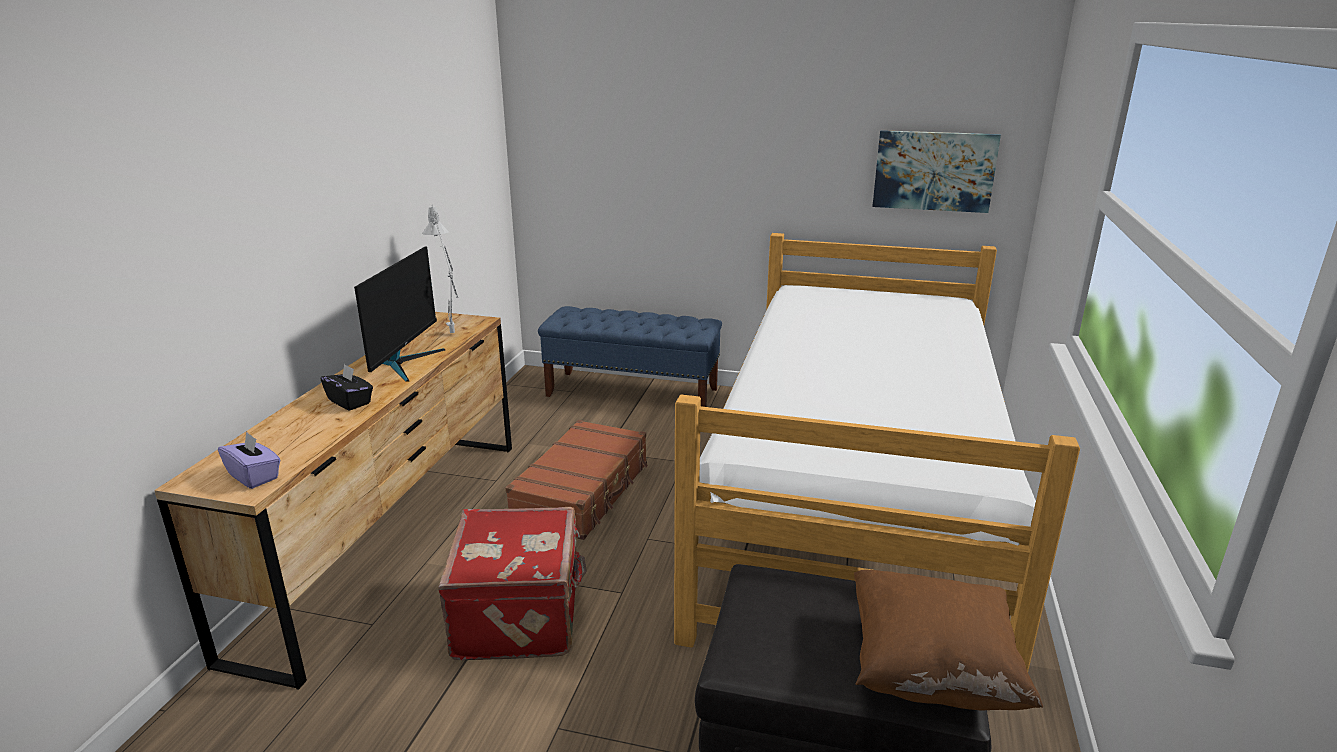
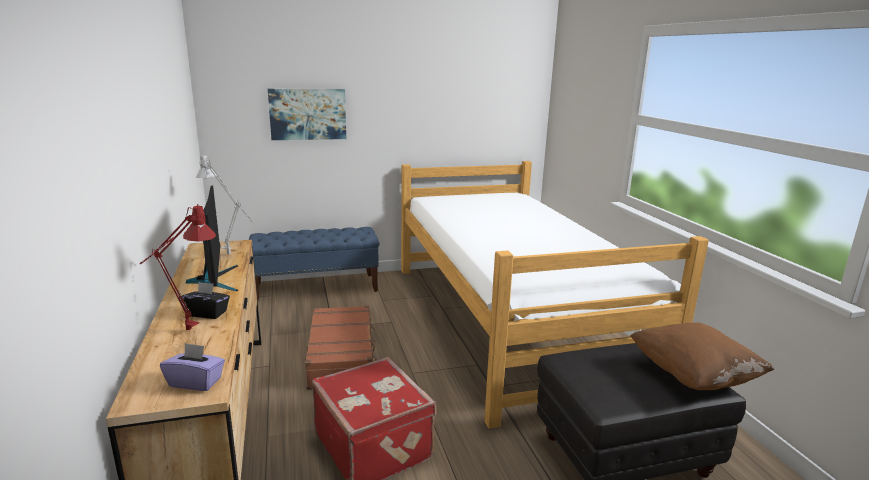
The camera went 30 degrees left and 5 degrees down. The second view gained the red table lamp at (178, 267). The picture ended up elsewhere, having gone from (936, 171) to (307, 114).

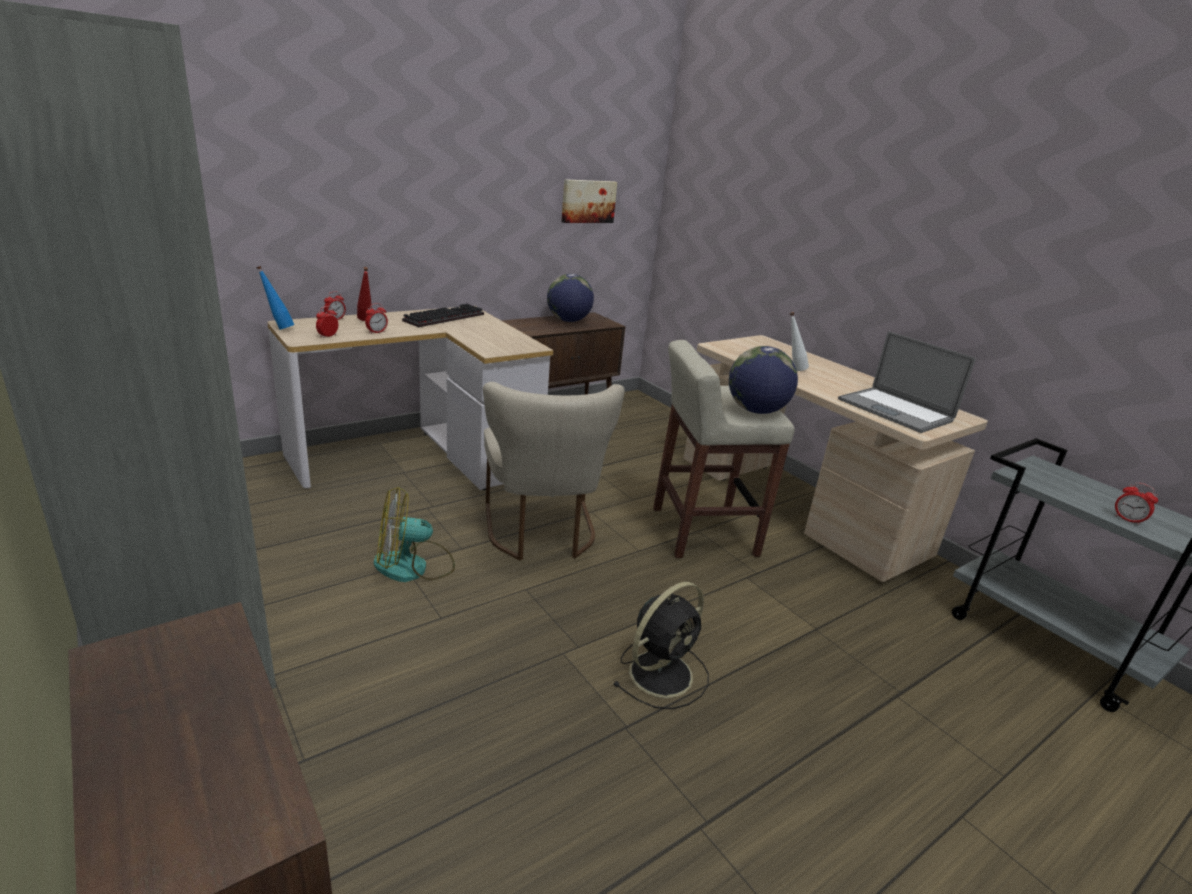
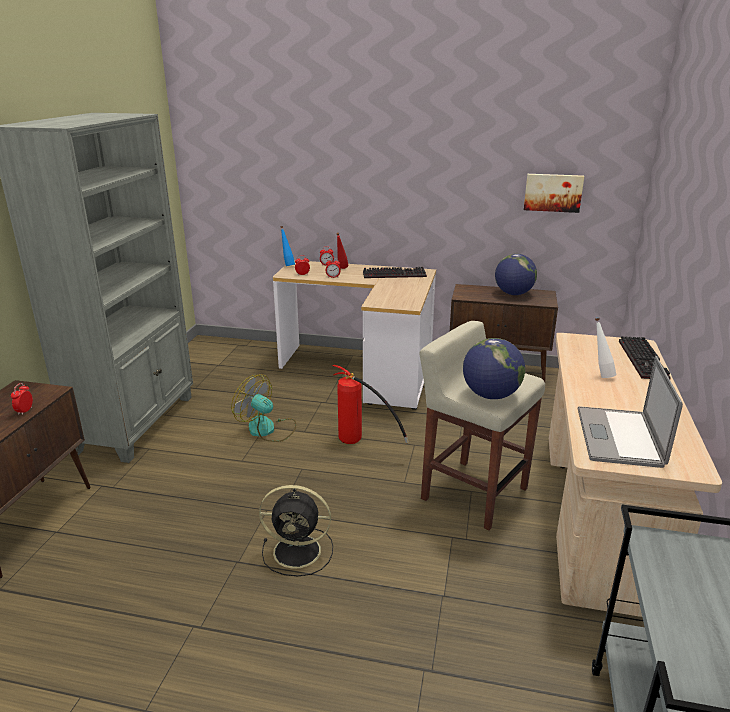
The camera went 50 degrees right and 0 degrees up. The alarm clock ended up elsewhere, having gone from (1136, 504) to (22, 399). Where the beige chair stood at (554, 471), the fire extinguisher came to stand at (371, 404). The second view gained the keyboard at (645, 357).

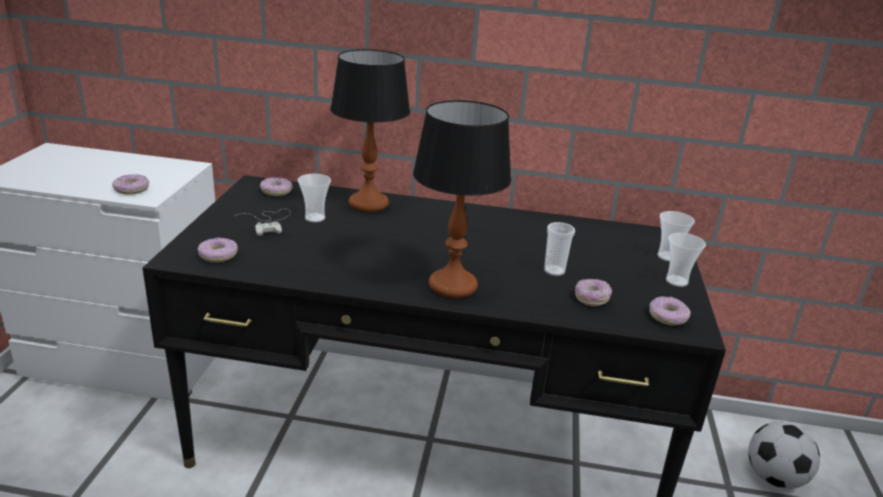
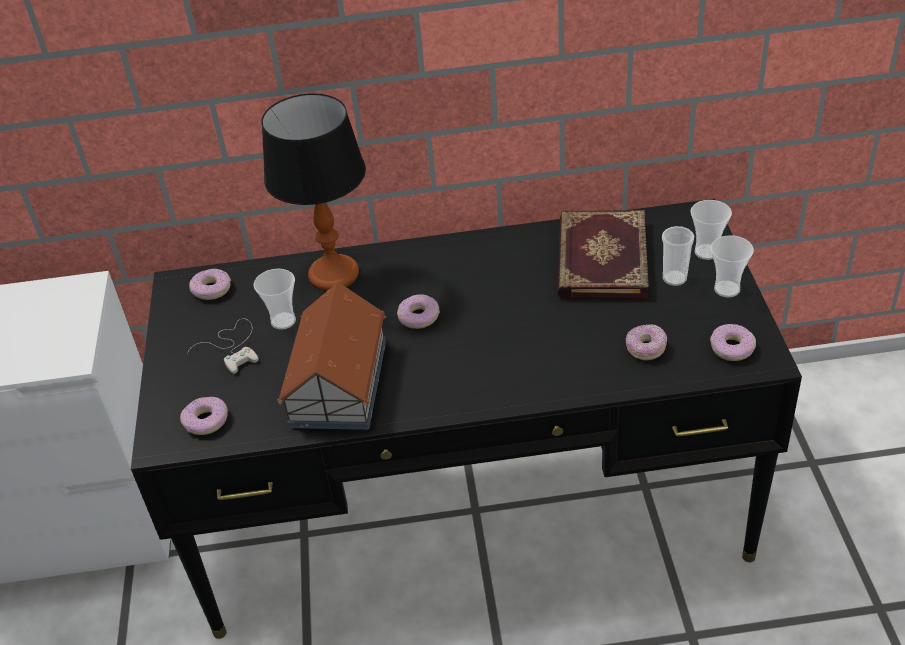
The camera went 10 degrees left and 15 degrees up. The second view gained the toy house at (331, 356). The donut ended up elsewhere, having gone from (130, 184) to (418, 311). The second view gained the book at (603, 254). The cup ended up elsewhere, having gone from (559, 249) to (678, 256). The second view lost the table lamp at (462, 199). The second view lost the football at (784, 455).

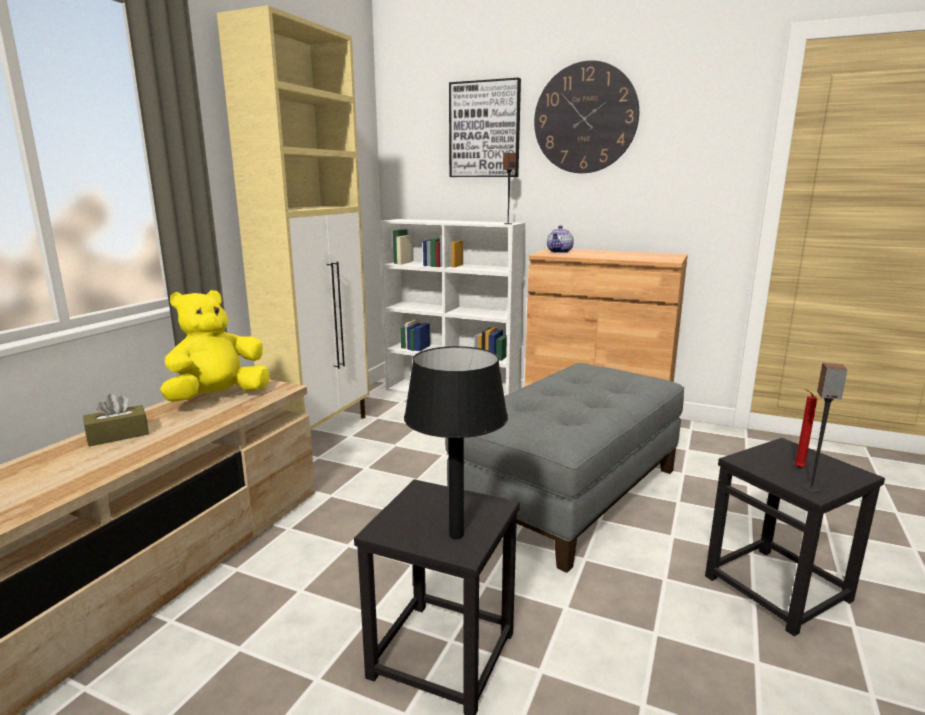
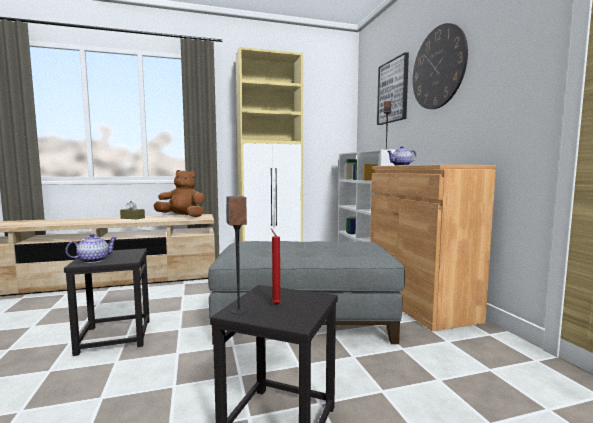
The camera went 50 degrees right and 10 degrees down. Where the black table lamp stood at (456, 443), the teapot came to stand at (91, 248). What was the yellow plush toy at (215, 346) turned into the brown plush toy at (179, 193).

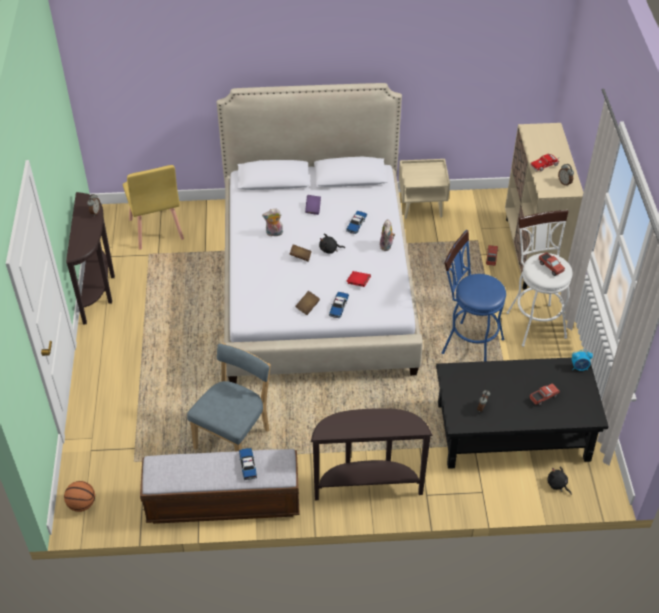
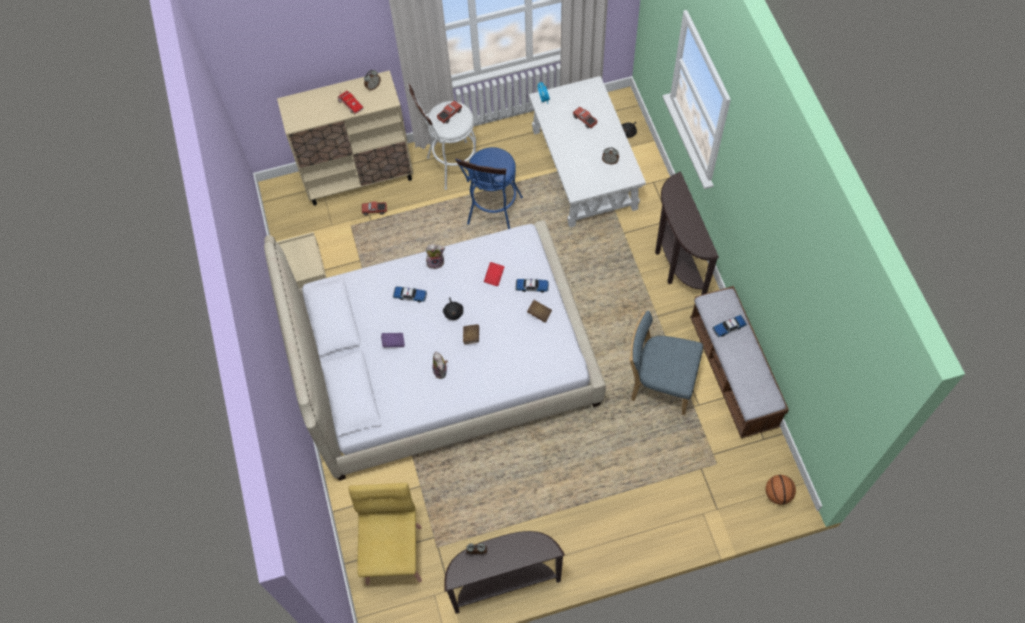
The camera went 100 degrees left and 15 degrees up. The yellow chair at (153, 207) ended up facing another way, 60 degrees counterclockwise from before. What was the black coffee table at (522, 413) turned into the white coffee table at (587, 151).

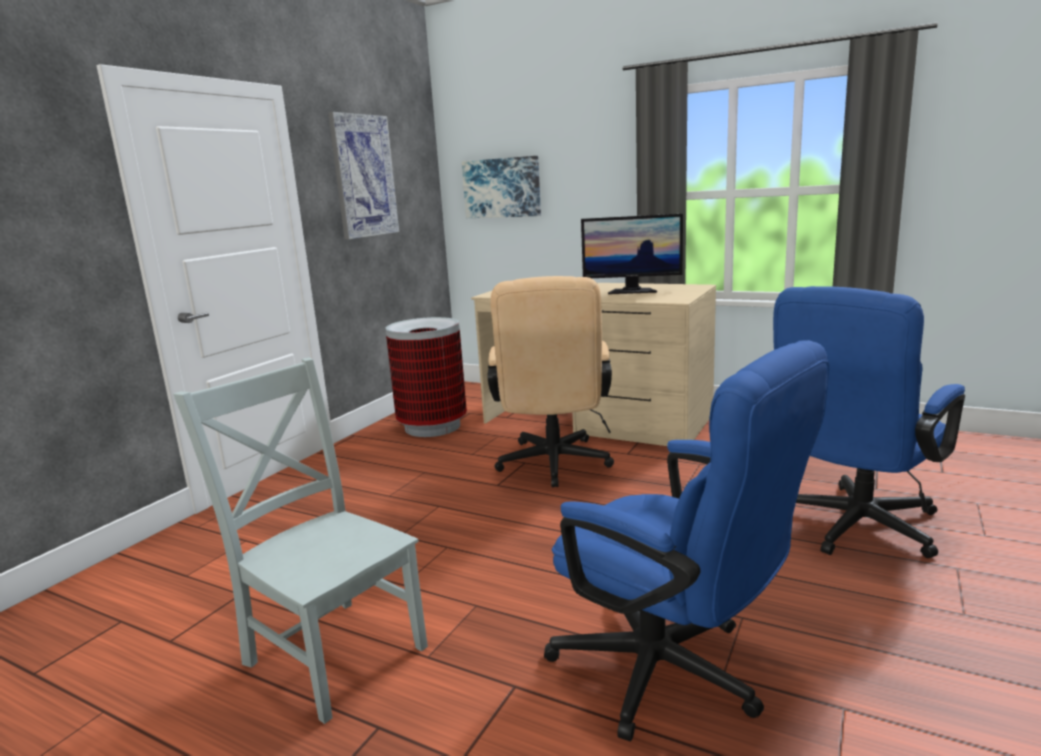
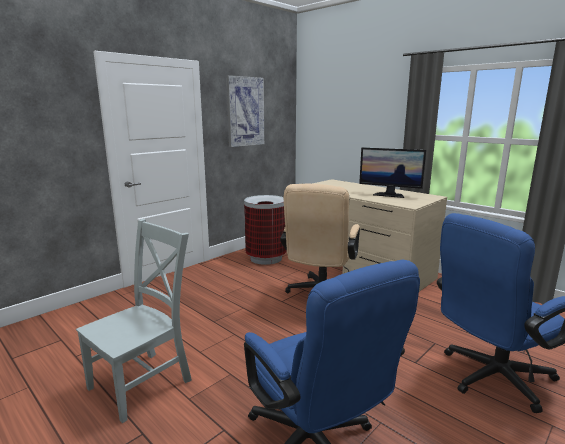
The camera went 15 degrees right and 0 degrees up. The grey chair at (300, 541) ended up facing another way, 75 degrees clockwise from before. The second view lost the picture at (501, 187).

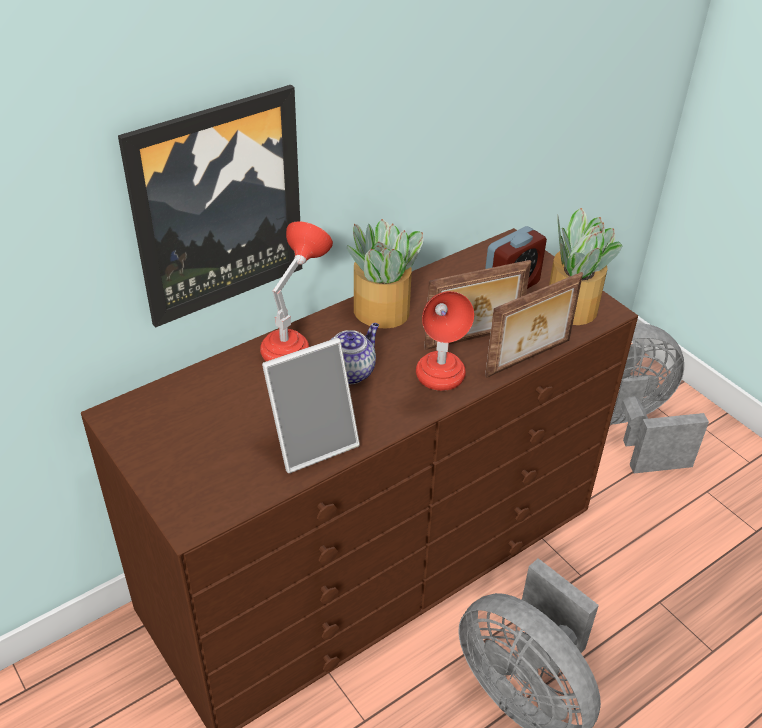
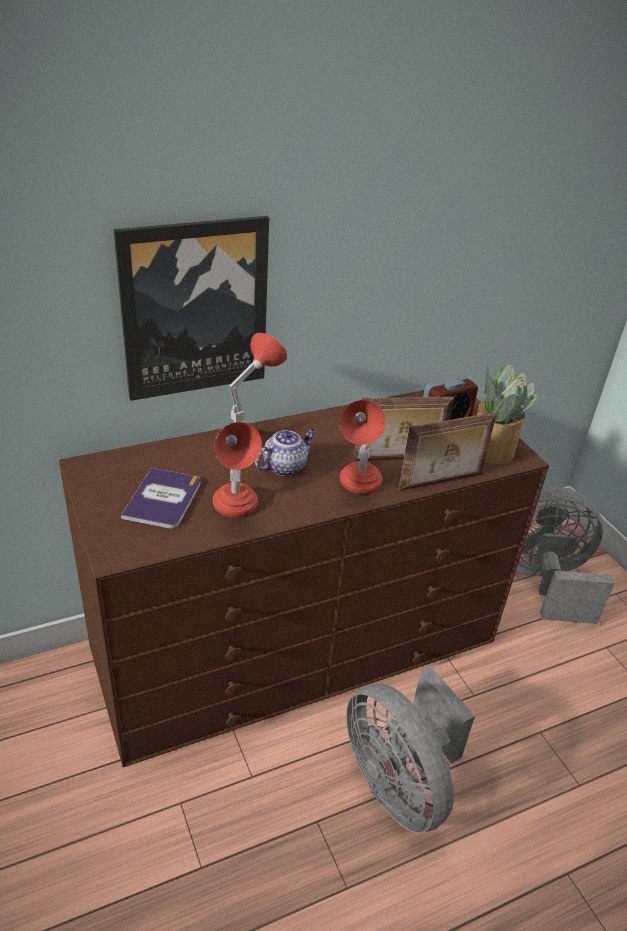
The camera went 10 degrees right and 5 degrees down. The second view gained the book at (161, 498). Where the picture frame stood at (311, 405), the red table lamp came to stand at (237, 470). The second view lost the potted plant at (385, 274).

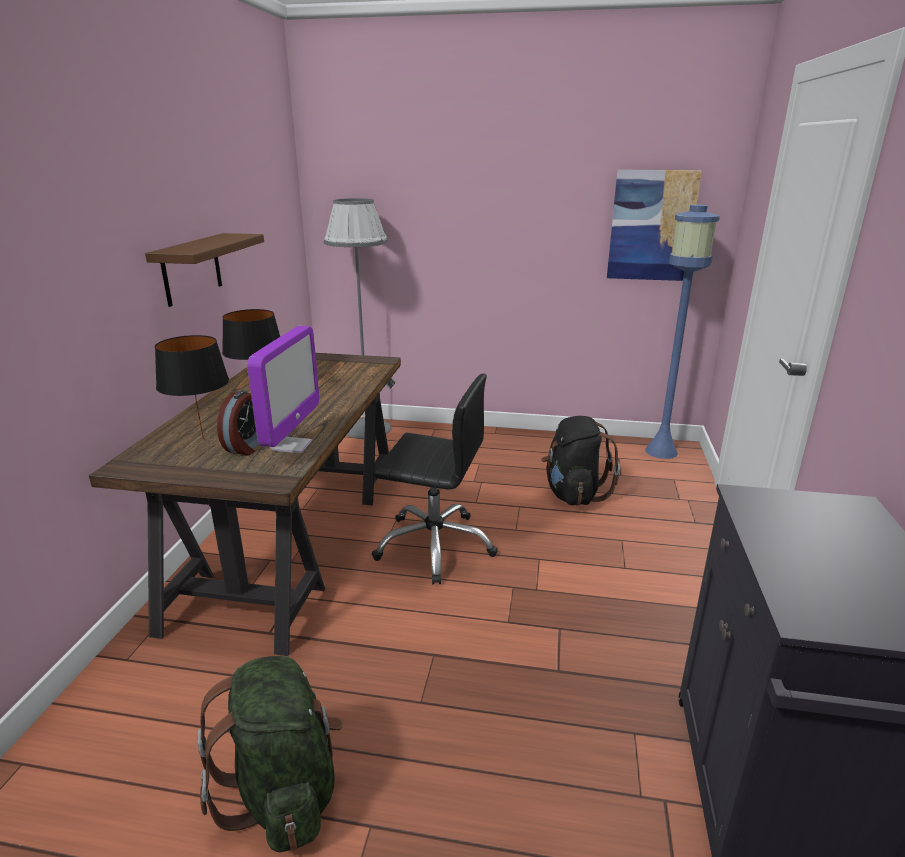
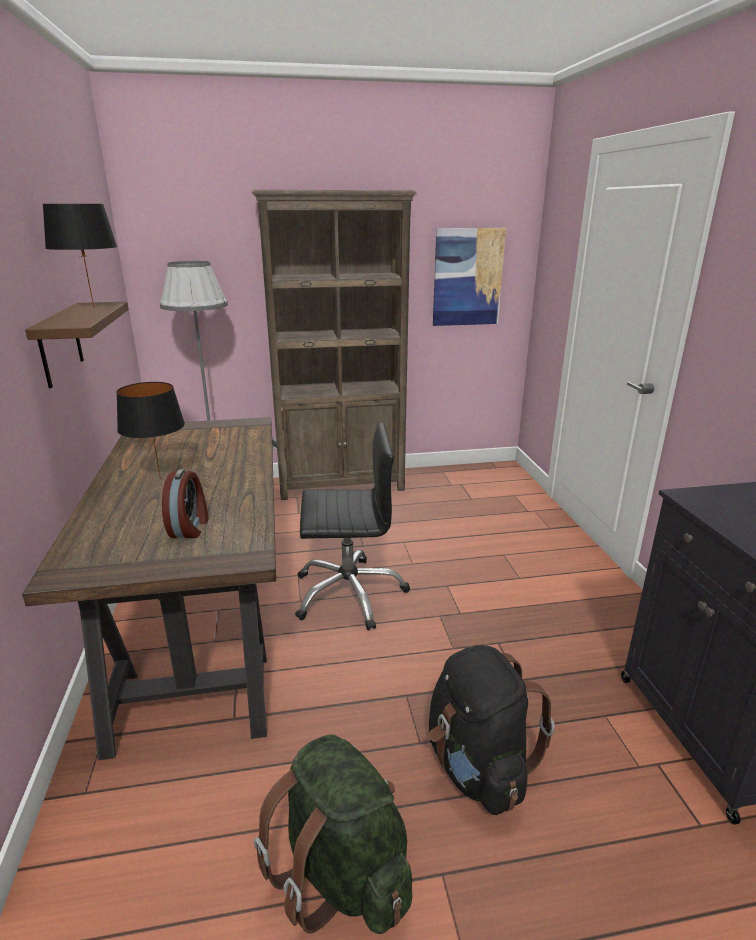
The camera went 20 degrees left and 0 degrees up. The black table lamp ended up elsewhere, having gone from (192, 387) to (79, 256). The second view gained the brown bookcase at (334, 345). The black backpack ended up elsewhere, having gone from (580, 460) to (492, 730). The second view lost the monitor at (283, 389). The second view lost the blue floor lamp at (682, 332).

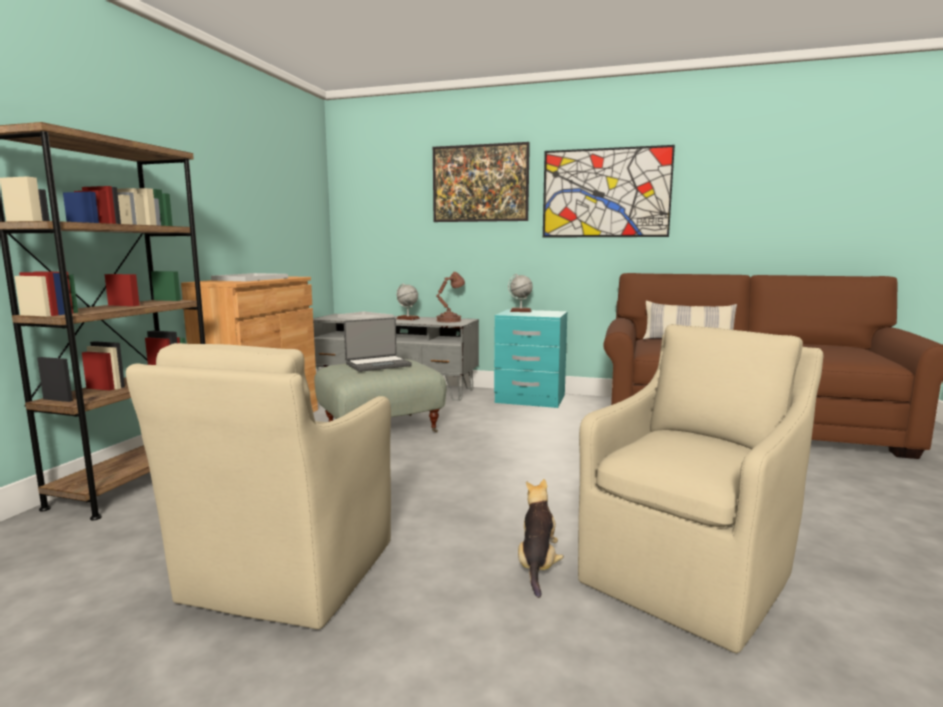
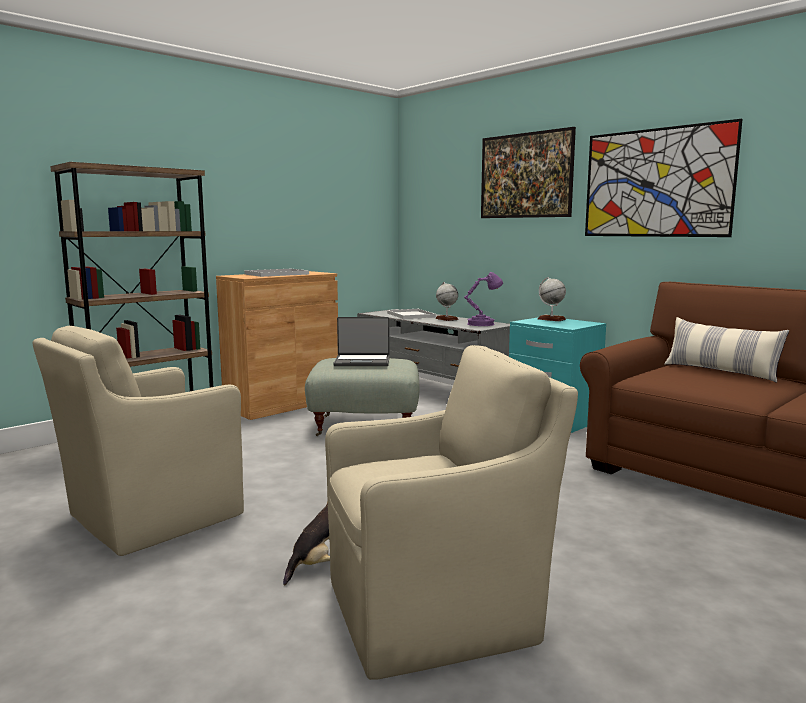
The camera went 30 degrees right and 0 degrees up. What was the brown table lamp at (450, 297) turned into the purple table lamp at (483, 299).

